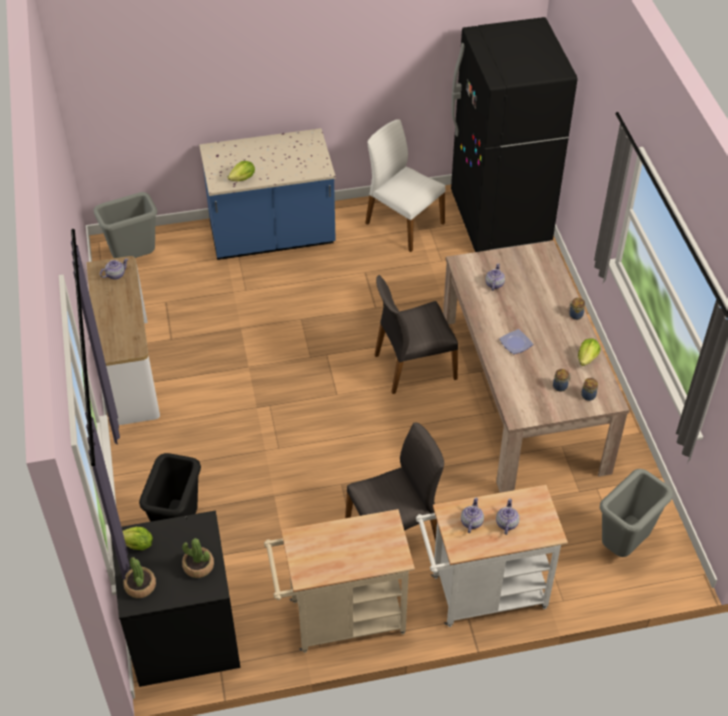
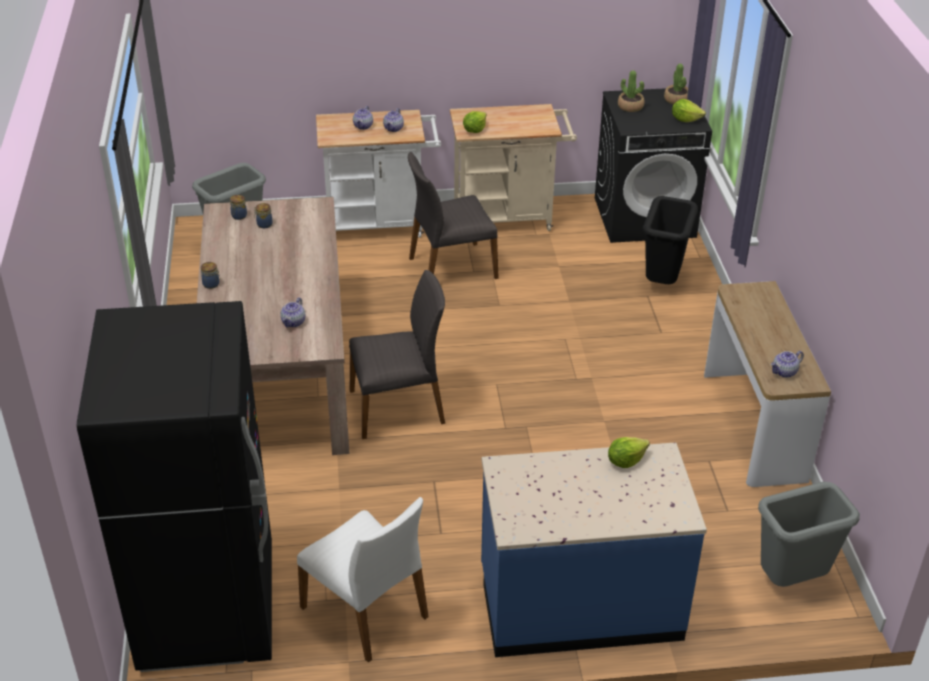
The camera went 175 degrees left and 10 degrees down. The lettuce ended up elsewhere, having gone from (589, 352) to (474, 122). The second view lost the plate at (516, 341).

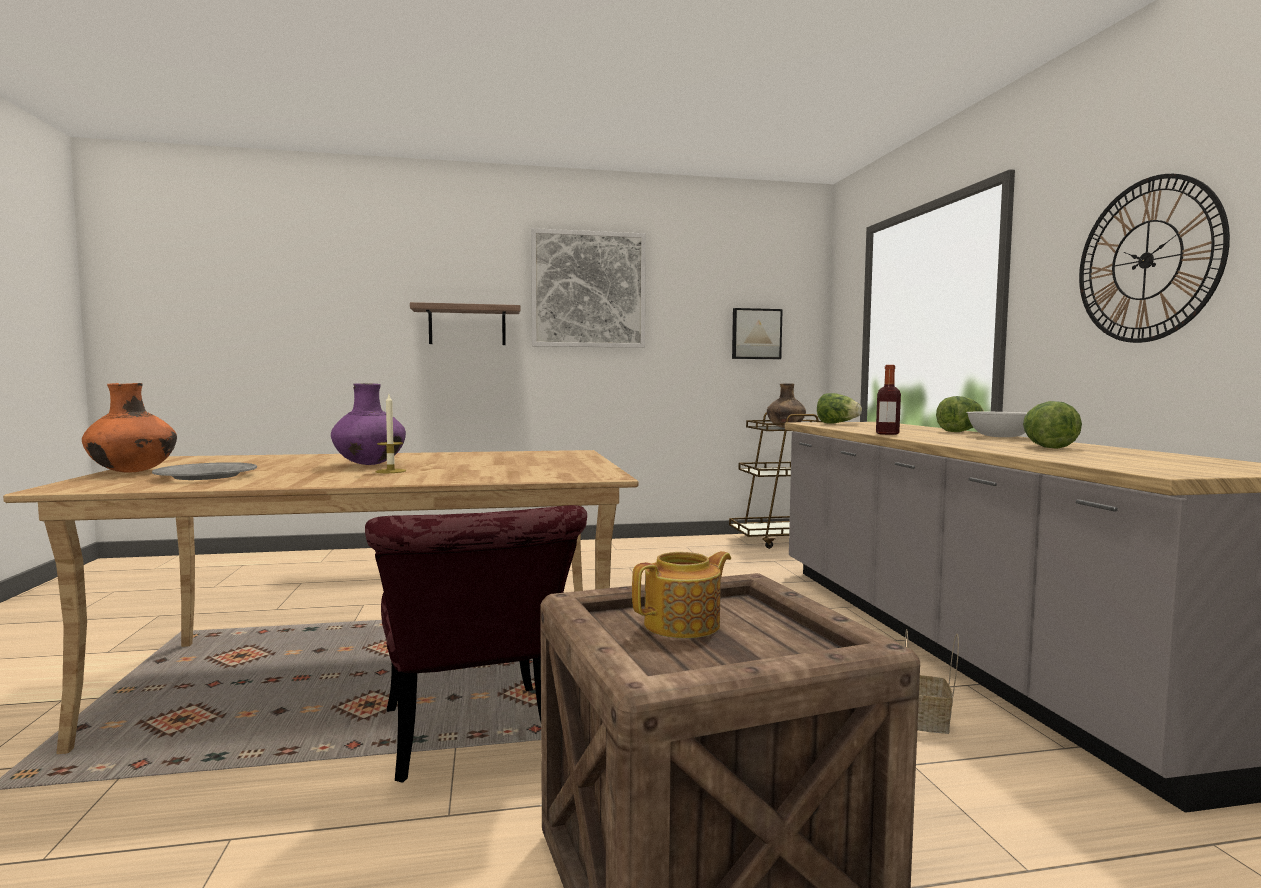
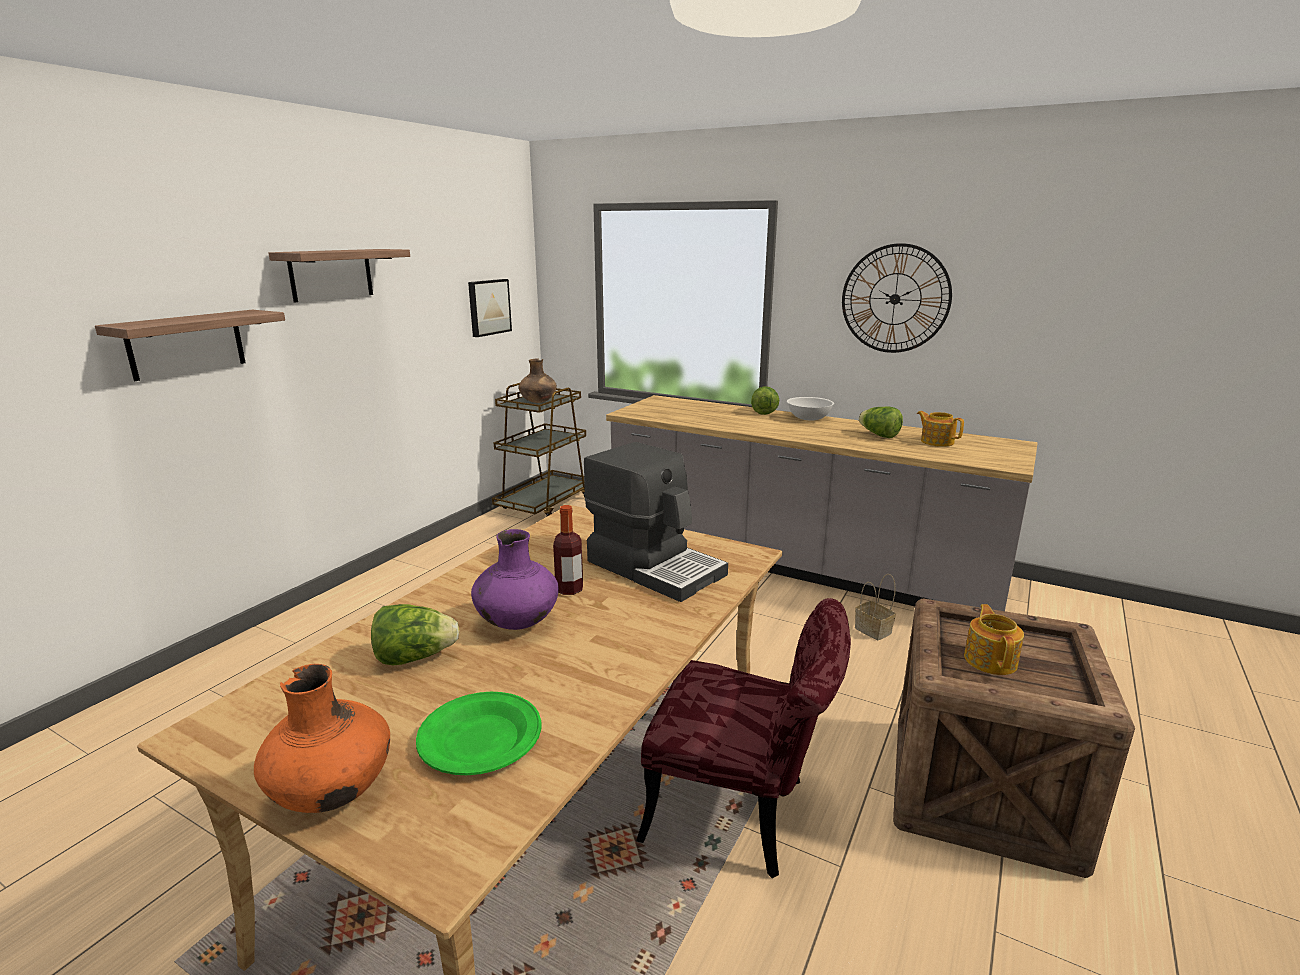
The camera went 50 degrees left and 15 degrees up. Where the picture hung at (588, 288), the shelf came to hang at (339, 276). The lettuce ended up elsewhere, having gone from (839, 408) to (415, 634). What was the grey plate at (204, 471) turned into the green plate at (478, 733). The bottle ended up elsewhere, having gone from (888, 400) to (568, 550). The second view gained the coffee machine at (656, 522). The second view gained the teapot at (940, 429). The second view lost the candle at (391, 434).

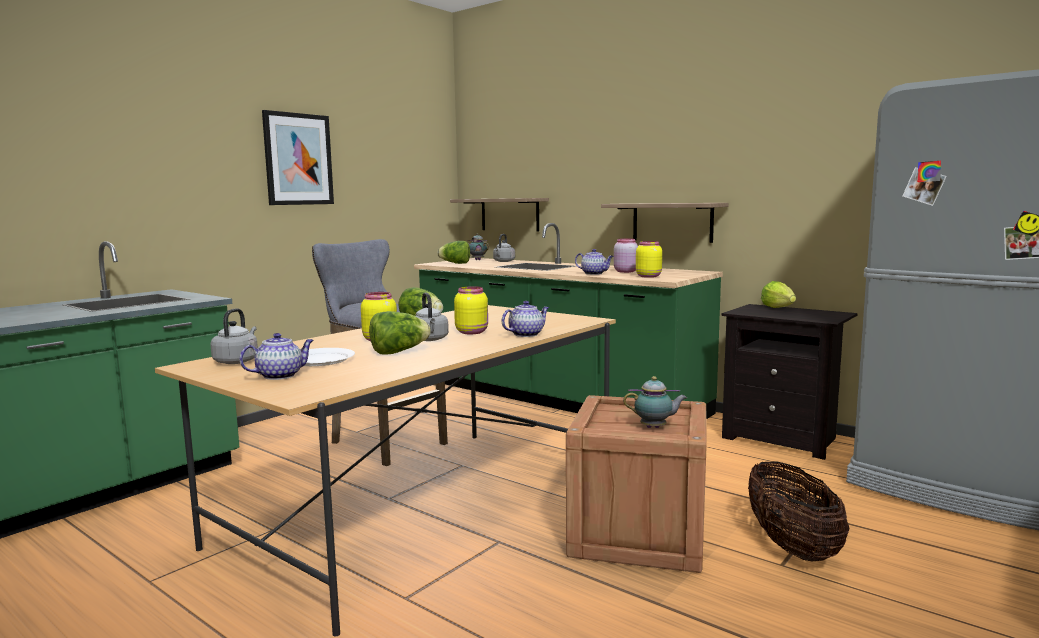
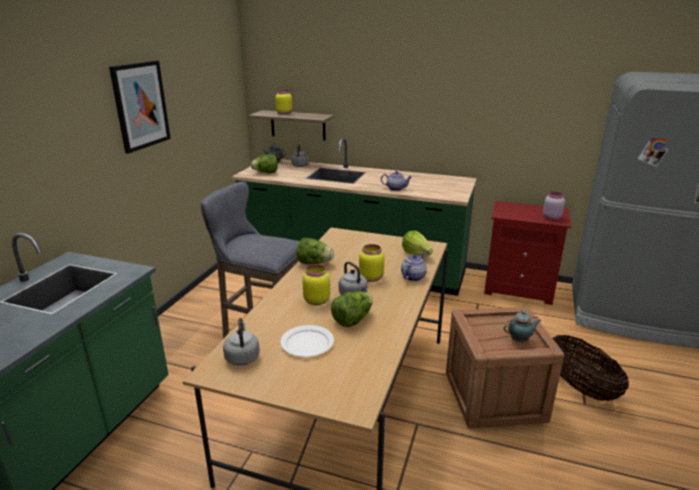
The camera went 20 degrees left and 15 degrees up. The yellow jar ended up elsewhere, having gone from (649, 259) to (283, 102). The lettuce ended up elsewhere, having gone from (778, 294) to (417, 243). What was the black nightstand at (789, 382) turned into the red nightstand at (527, 253). The pink jar ended up elsewhere, having gone from (626, 256) to (554, 206). The second view lost the teapot at (277, 356). The second view lost the shelf at (665, 223).

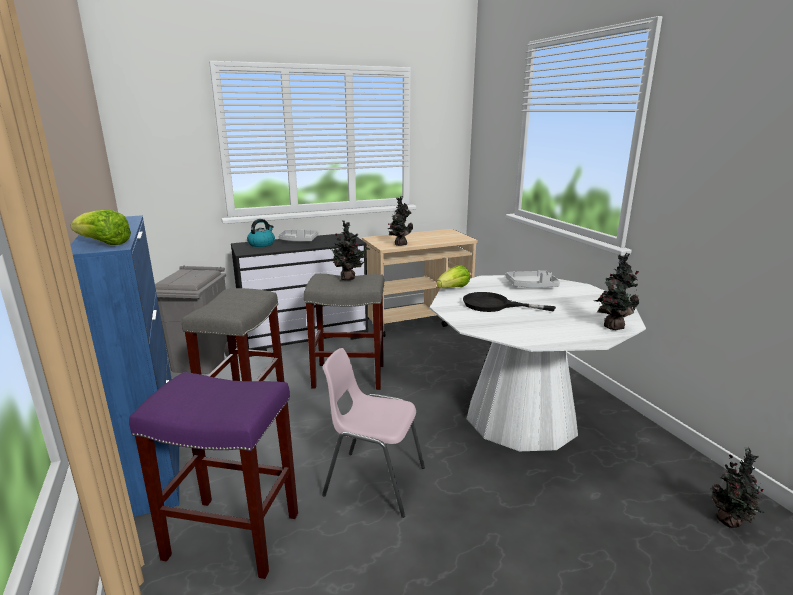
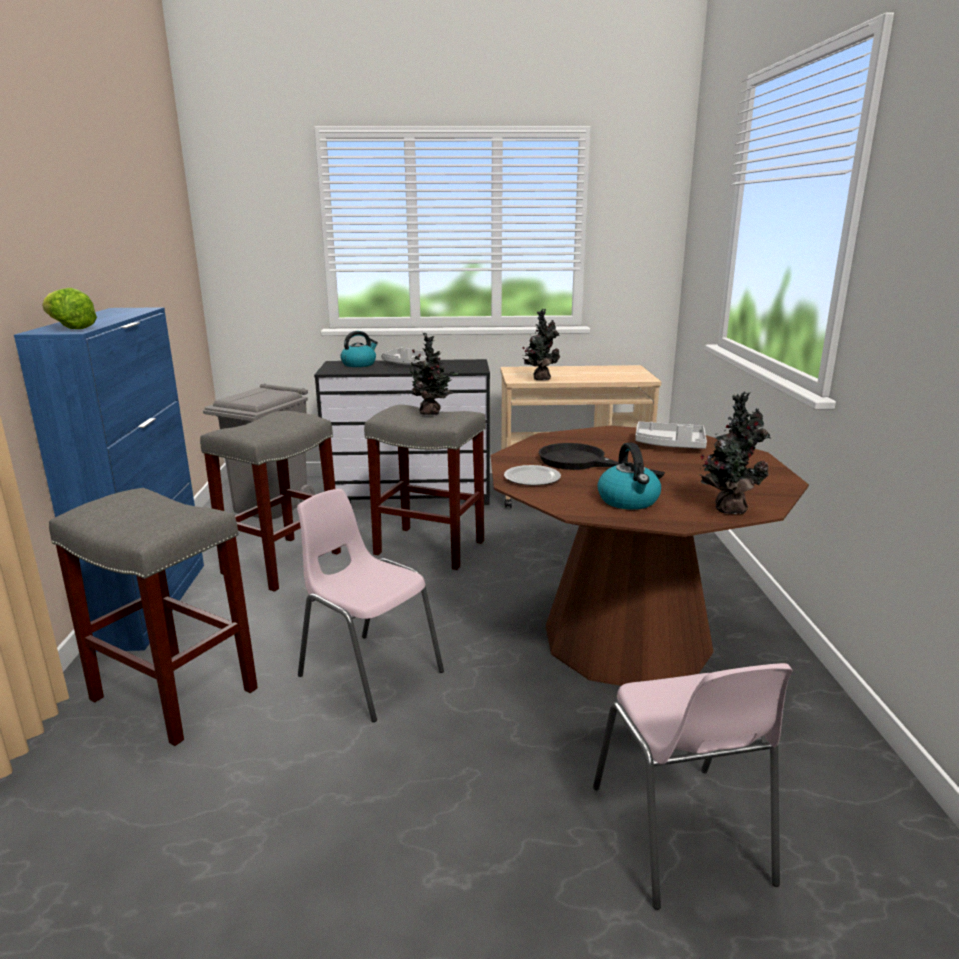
The camera went 20 degrees right and 0 degrees up. What was the purple stool at (213, 475) turned into the grey stool at (153, 617). What was the white dining table at (538, 363) turned into the brown dining table at (650, 556). The second view gained the plate at (532, 475). The second view gained the pink chair at (693, 786). The second view gained the kettle at (629, 476). The second view lost the lettuce at (453, 276). The second view lost the potted plant at (738, 487).

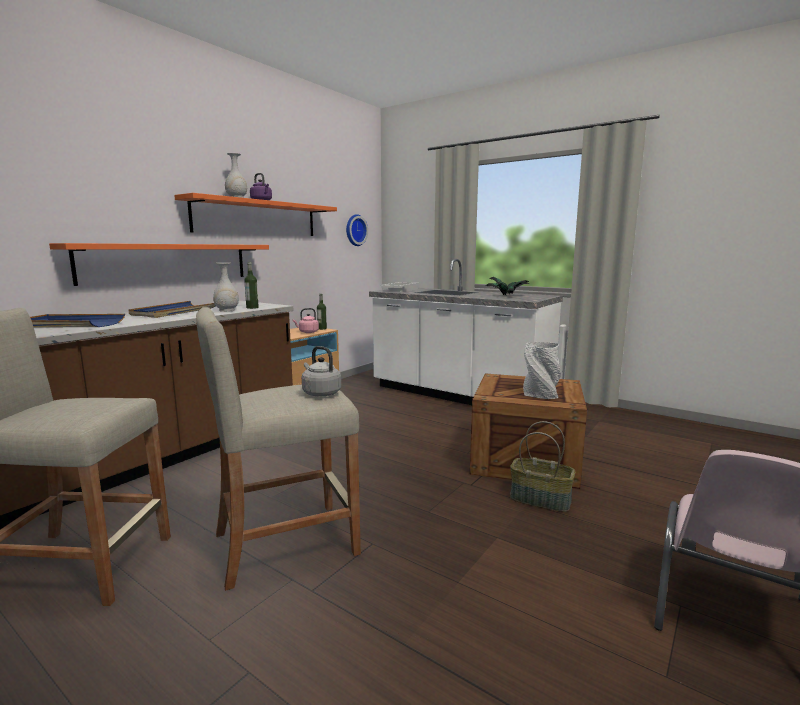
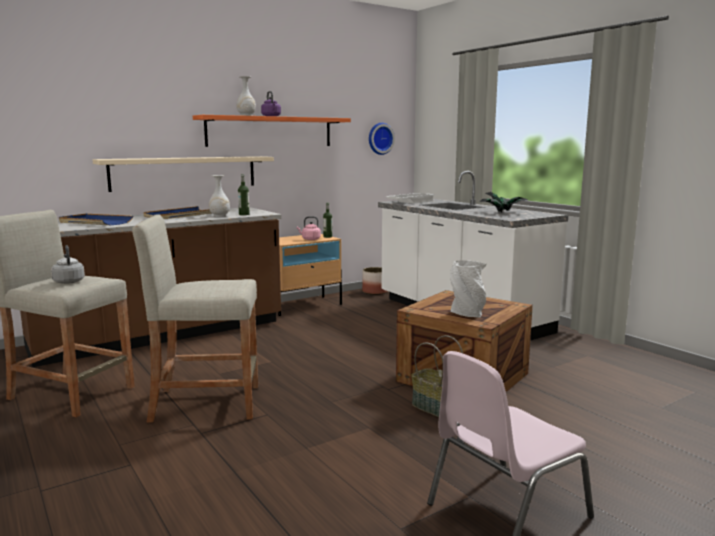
The camera went 20 degrees right and 0 degrees up. The grey kettle ended up elsewhere, having gone from (321, 371) to (68, 264). What was the orange shelf at (159, 264) turned into the beige shelf at (183, 174). The second view gained the planter at (375, 281).

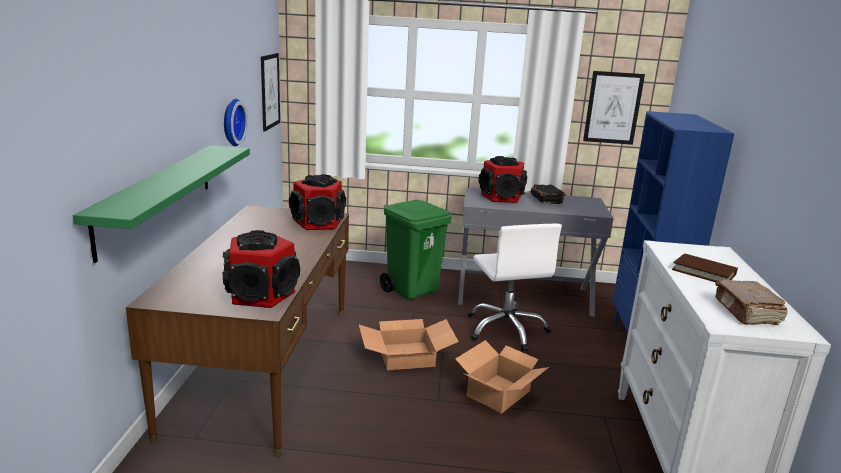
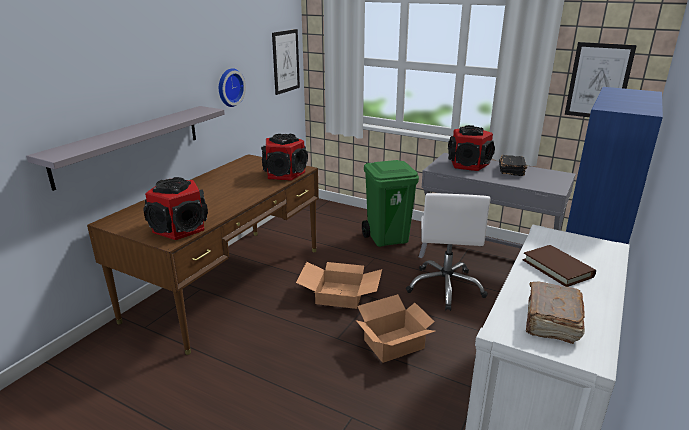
The camera went 25 degrees right and 5 degrees up. What was the green shelf at (161, 204) turned into the grey shelf at (125, 148).

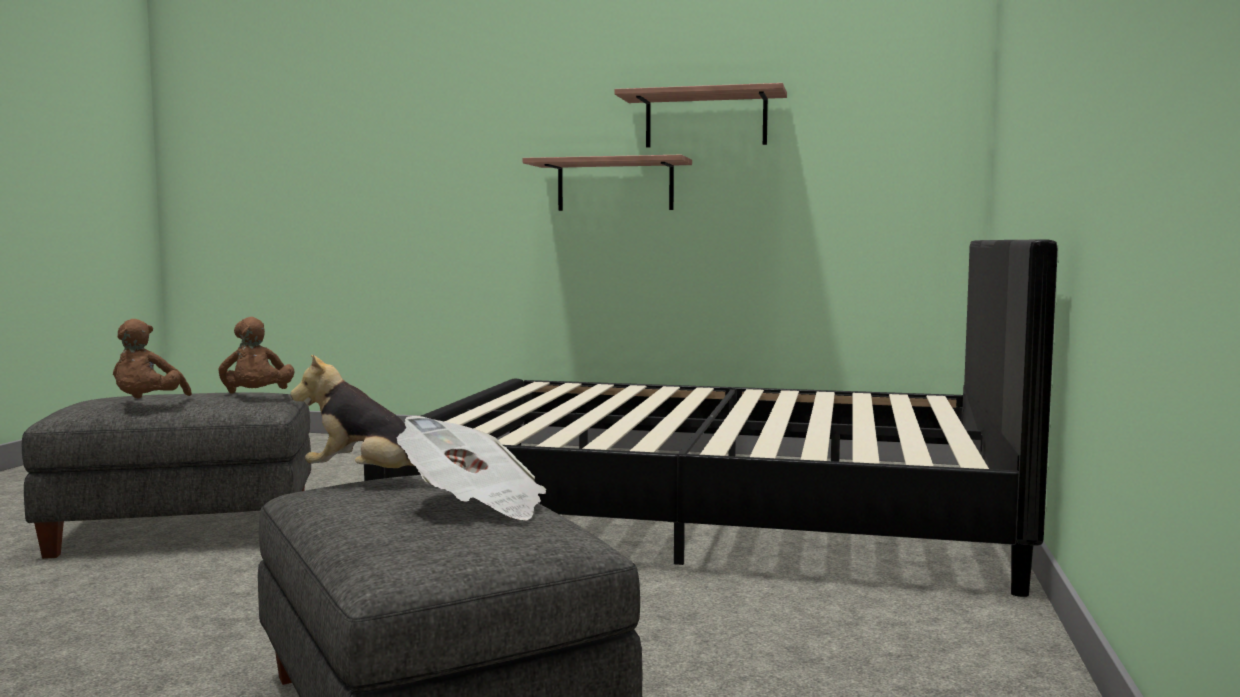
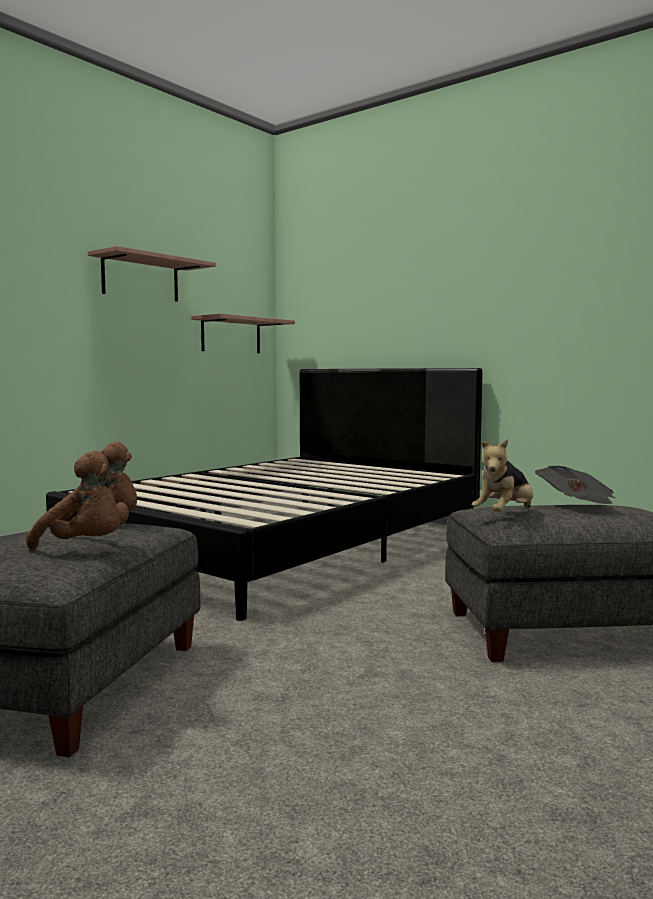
The camera went 65 degrees left and 0 degrees up. The shelf ended up elsewhere, having gone from (607, 183) to (243, 333).

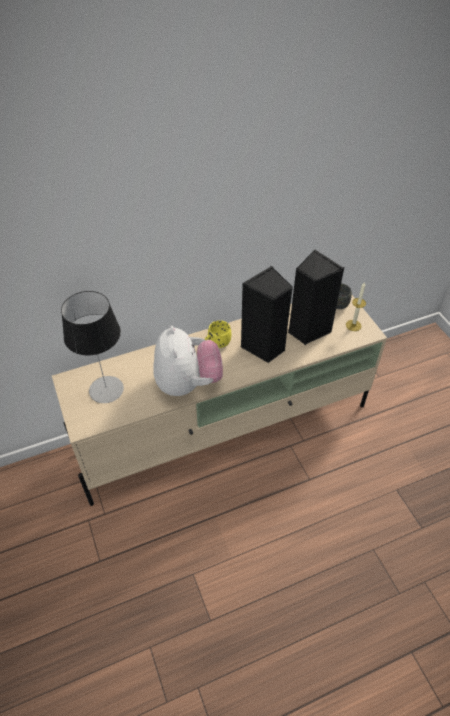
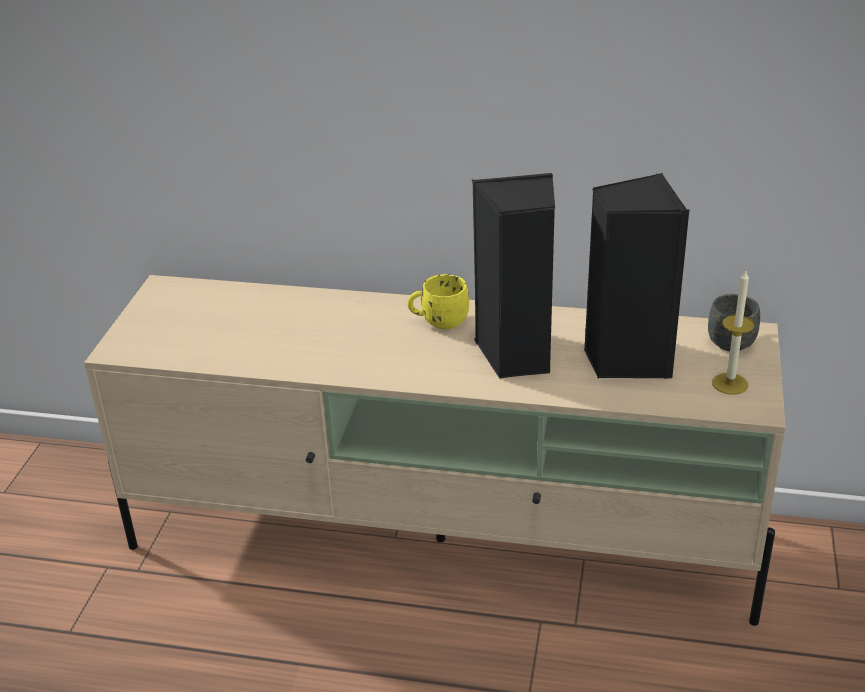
The camera went 35 degrees right and 15 degrees down. The second view lost the table lamp at (92, 347). The second view lost the plush toy at (188, 361).

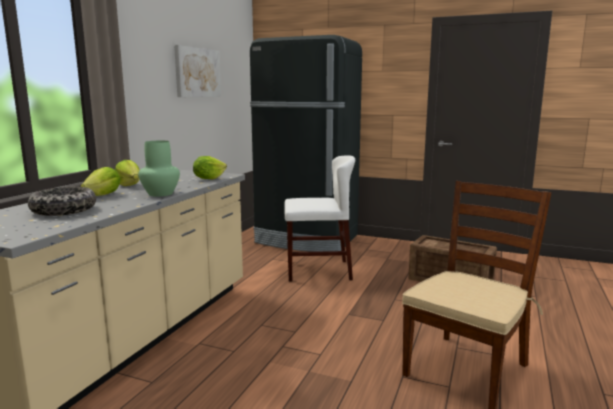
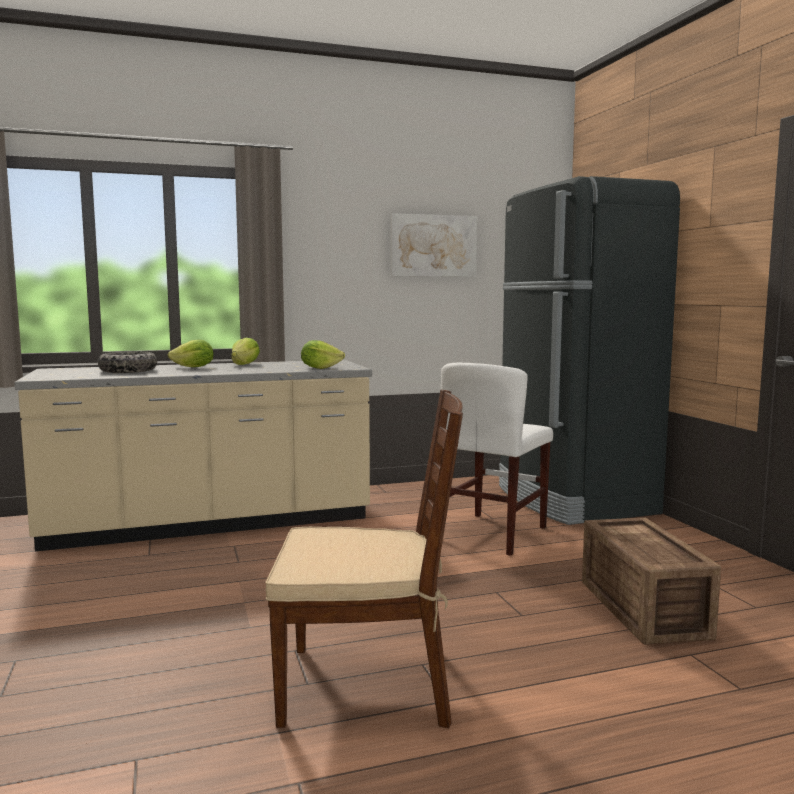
The camera went 50 degrees right and 5 degrees down. The white chair at (319, 218) ended up facing another way, 75 degrees clockwise from before. The second view lost the green vase at (159, 169).

